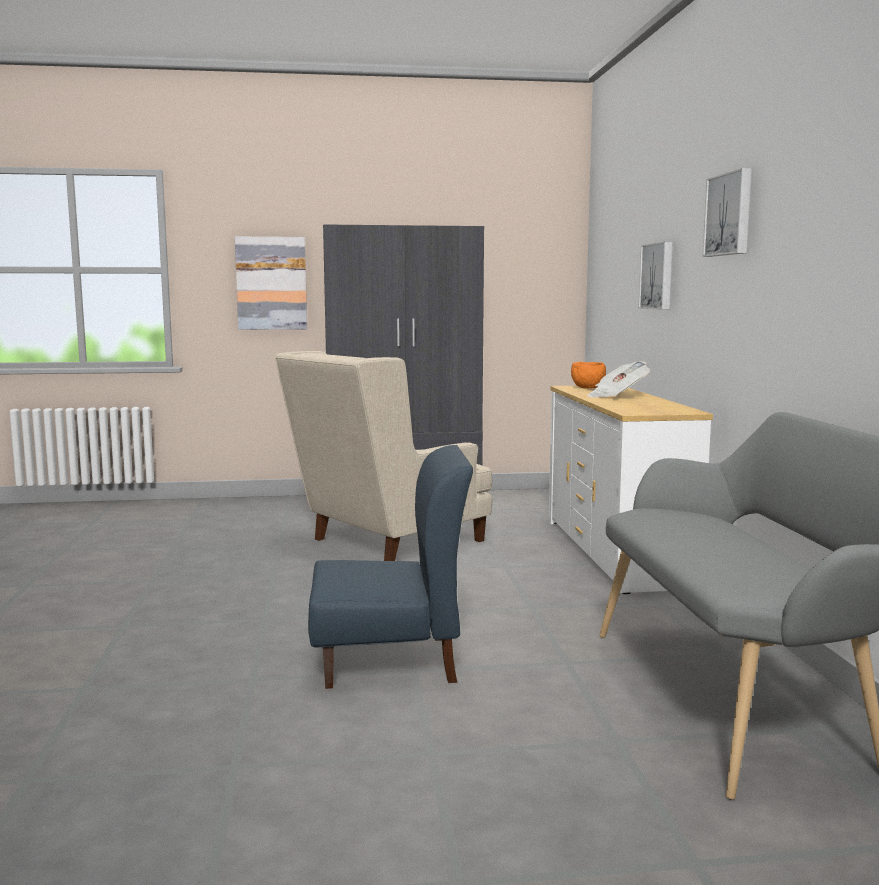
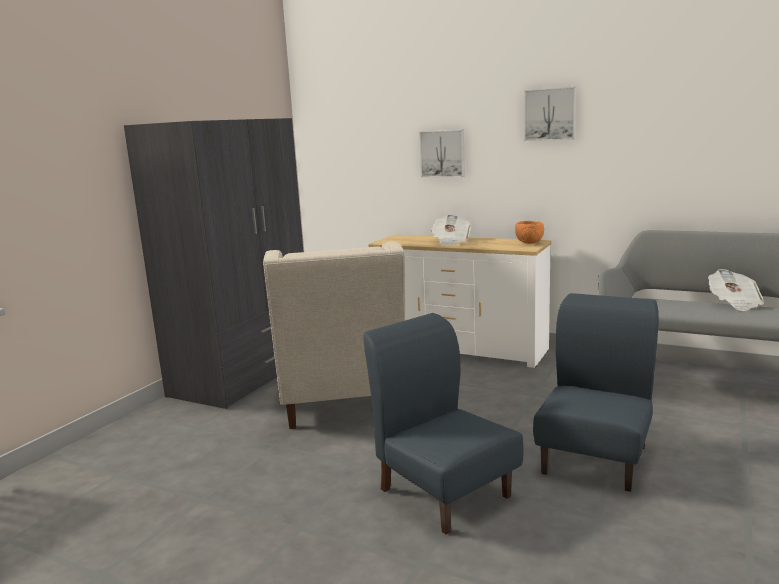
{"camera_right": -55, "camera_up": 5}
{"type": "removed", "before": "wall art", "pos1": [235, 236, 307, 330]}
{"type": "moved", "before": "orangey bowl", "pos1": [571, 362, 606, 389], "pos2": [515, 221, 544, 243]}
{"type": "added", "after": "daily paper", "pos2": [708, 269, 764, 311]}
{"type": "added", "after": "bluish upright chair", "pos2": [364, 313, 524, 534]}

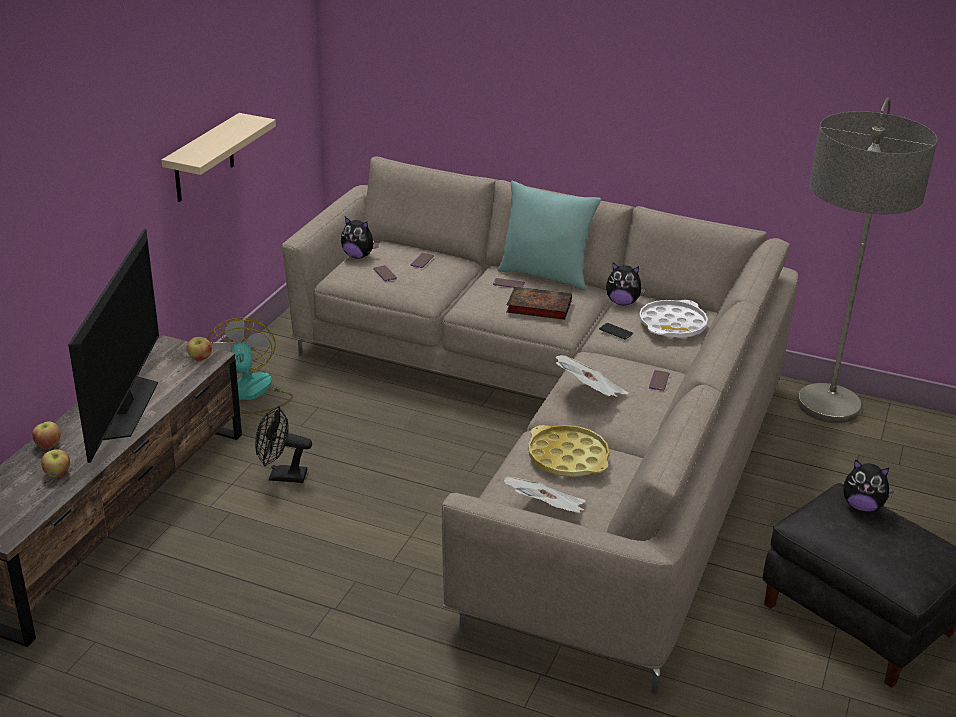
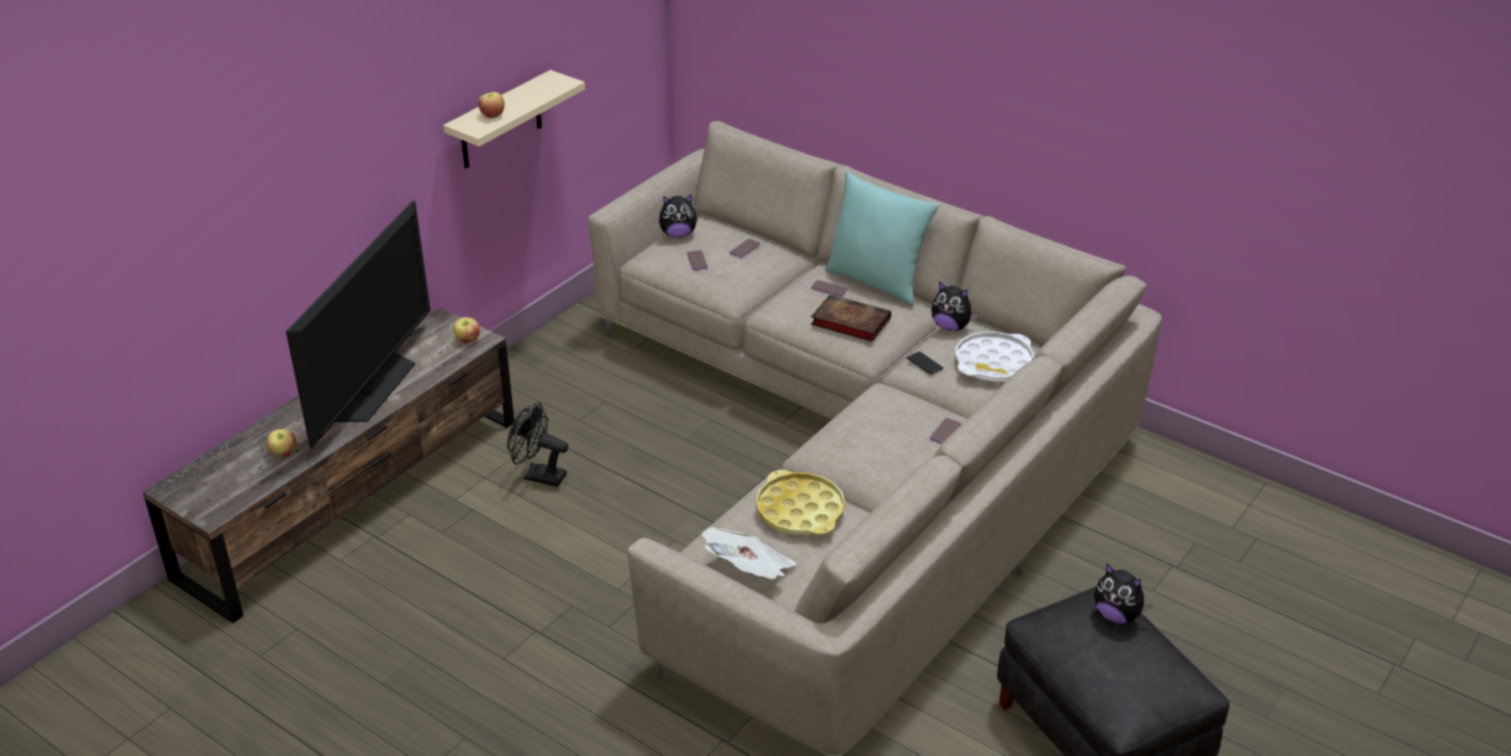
{"camera_right": 15, "camera_up": 5}
{"type": "removed", "before": "standing lamp", "pos1": [798, 97, 938, 423]}
{"type": "turned", "before": "cuddly toy", "pos1": [341, 217, 379, 259], "pos2": [659, 194, 699, 238], "turn": -45}
{"type": "removed", "before": "fan", "pos1": [207, 318, 293, 414]}
{"type": "removed", "before": "daily paper", "pos1": [556, 355, 629, 397]}
{"type": "moved", "before": "apple", "pos1": [32, 421, 61, 449], "pos2": [478, 92, 505, 118]}

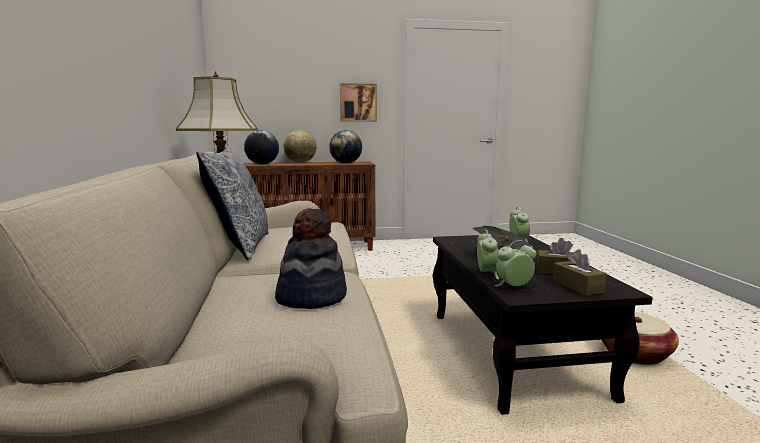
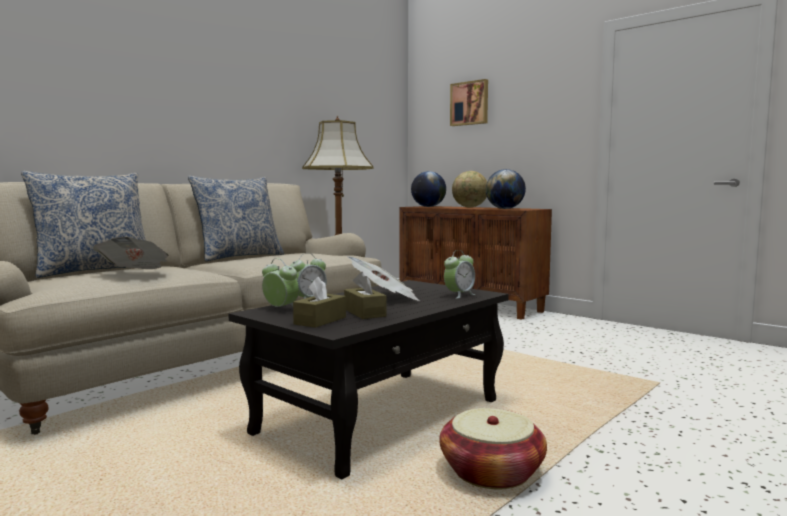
{"camera_right": 50, "camera_up": -5}
{"type": "moved", "before": "wall art", "pos1": [340, 83, 377, 122], "pos2": [450, 79, 488, 126]}
{"type": "replaced", "before": "clothing hat", "after": "daily paper", "pos1": [275, 208, 347, 309], "pos2": [93, 237, 168, 269]}
{"type": "added", "after": "cushion", "pos2": [21, 171, 146, 278]}

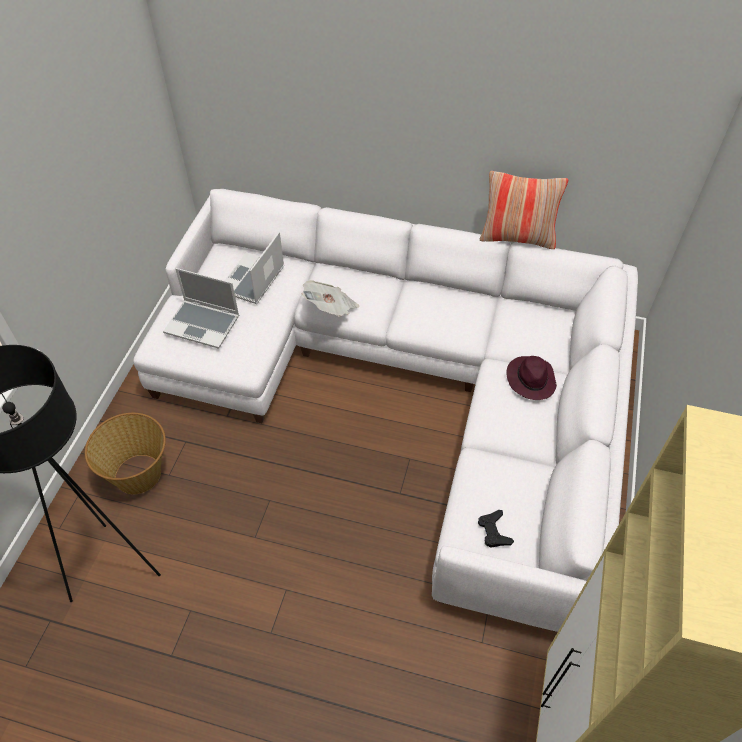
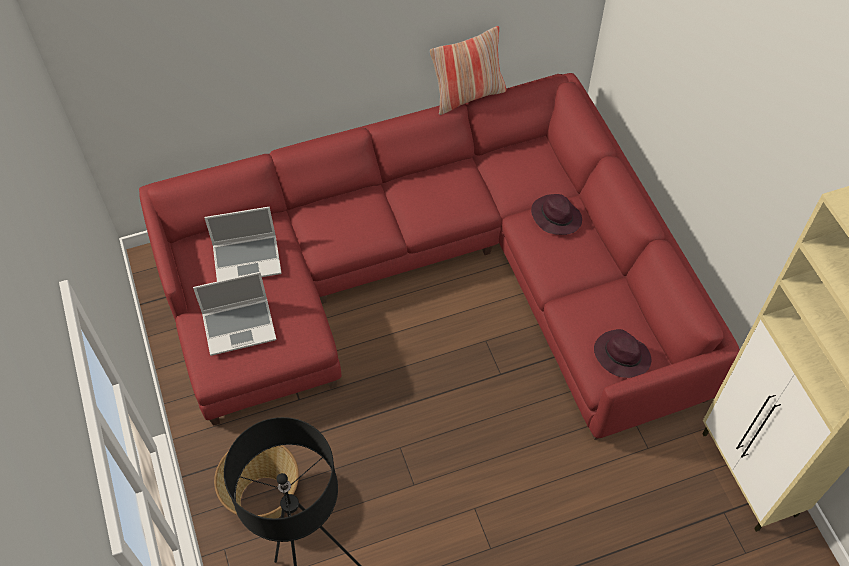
{"camera_right": -35, "camera_up": 5}
{"type": "recoloured", "before": "white-coloured settee", "after": "red-coloured settee", "pos1": [133, 189, 638, 632], "pos2": [139, 73, 740, 440]}
{"type": "turned", "before": "portable computer", "pos1": [224, 232, 284, 304], "pos2": [204, 207, 282, 281], "turn": -90}
{"type": "removed", "before": "daily paper", "pos1": [301, 280, 359, 317]}
{"type": "replaced", "before": "black game controller", "after": "purple-coloured clothing hat", "pos1": [478, 510, 514, 548], "pos2": [594, 329, 651, 378]}

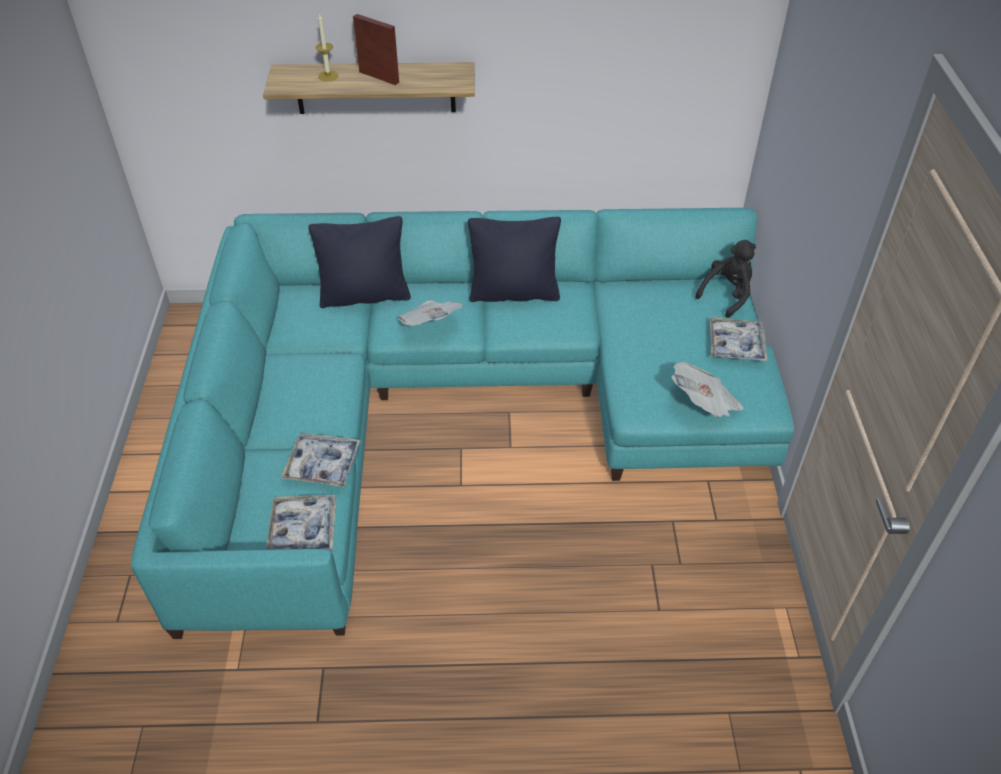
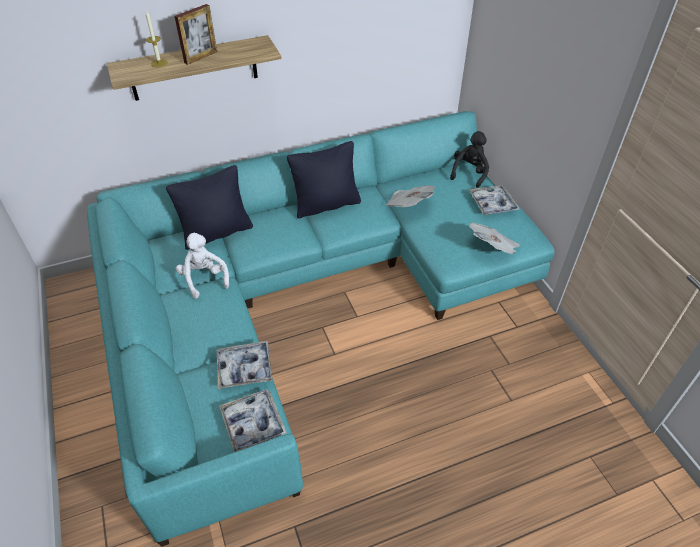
{"camera_right": -20, "camera_up": 0}
{"type": "turned", "before": "photo frame", "pos1": [353, 14, 399, 85], "pos2": [175, 4, 217, 65], "turn": 120}
{"type": "moved", "before": "daily paper", "pos1": [398, 300, 463, 326], "pos2": [385, 185, 436, 207]}
{"type": "added", "after": "white-coloured cuddly toy", "pos2": [176, 232, 229, 299]}

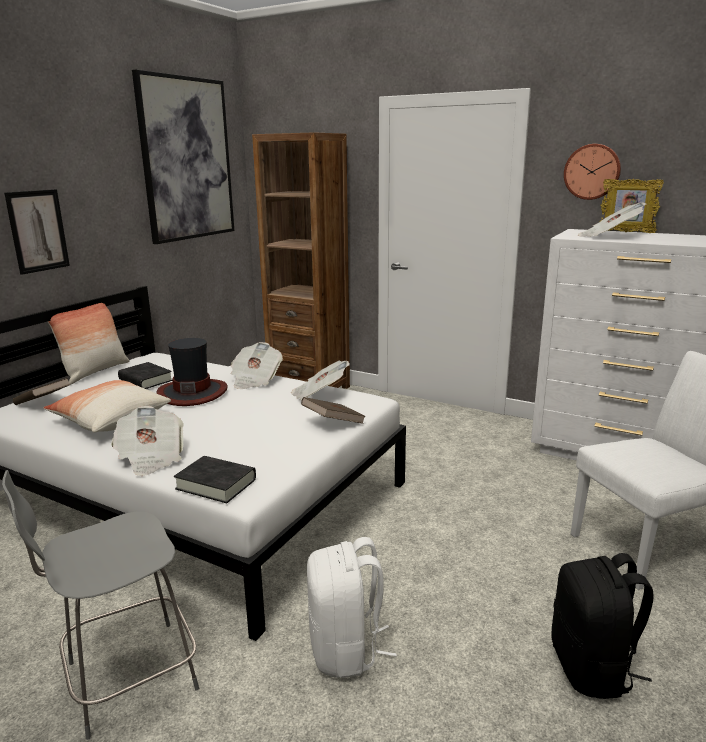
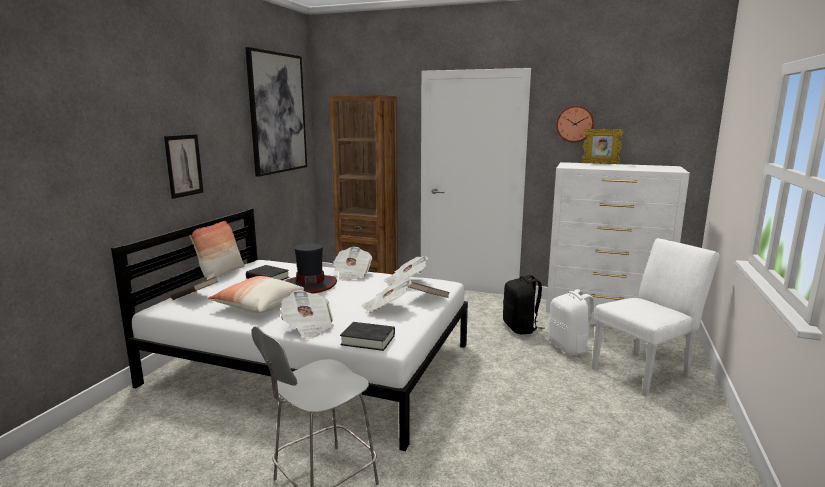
{"camera_right": -10, "camera_up": -5}
{"type": "moved", "before": "daily paper", "pos1": [577, 203, 647, 237], "pos2": [362, 280, 412, 313]}
{"type": "moved", "before": "white-coloured knapsack", "pos1": [307, 537, 397, 678], "pos2": [548, 289, 595, 356]}
{"type": "moved", "before": "black knapsack", "pos1": [551, 553, 654, 699], "pos2": [503, 275, 545, 334]}

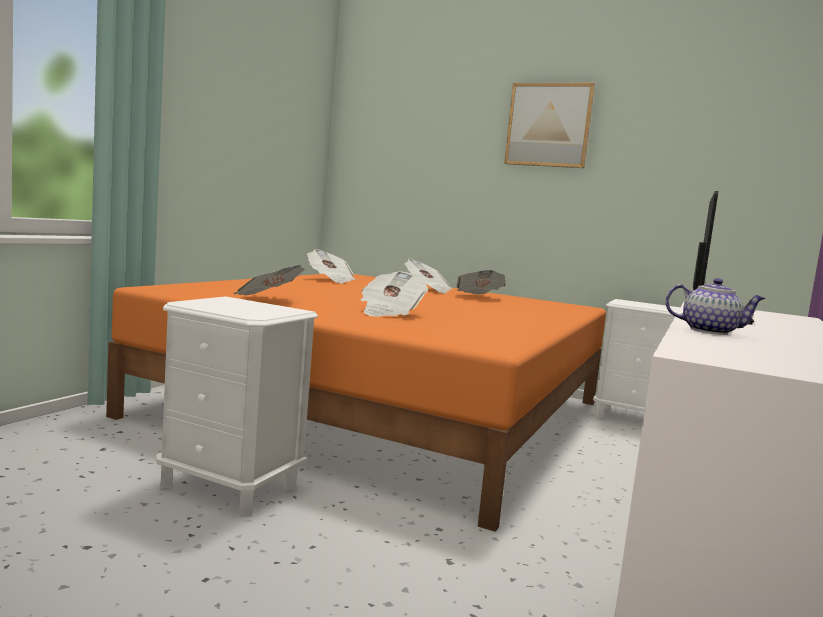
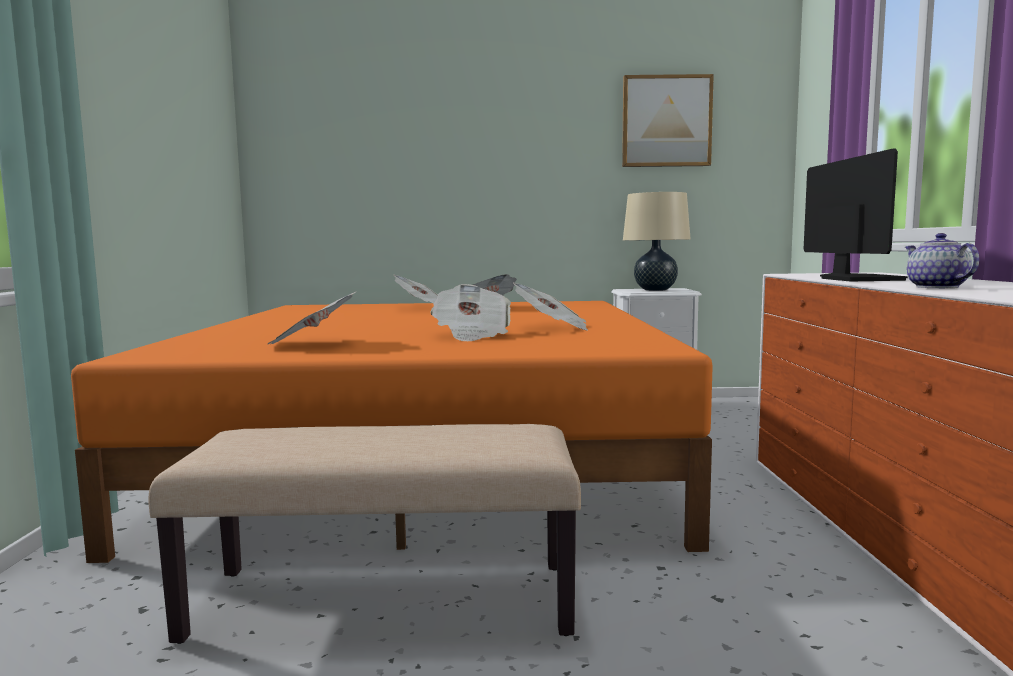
{"camera_right": -25, "camera_up": 0}
{"type": "moved", "before": "wall art", "pos1": [504, 83, 595, 168], "pos2": [622, 74, 714, 167]}
{"type": "moved", "before": "daily paper", "pos1": [307, 249, 355, 284], "pos2": [513, 283, 588, 331]}
{"type": "turned", "before": "teapot", "pos1": [665, 278, 766, 335], "pos2": [905, 233, 979, 288], "turn": -90}
{"type": "replaced", "before": "white-coloured bedside table", "after": "beige long seat", "pos1": [156, 296, 318, 516], "pos2": [149, 424, 581, 644]}
{"type": "added", "after": "beige lamp for a table", "pos2": [623, 192, 691, 291]}

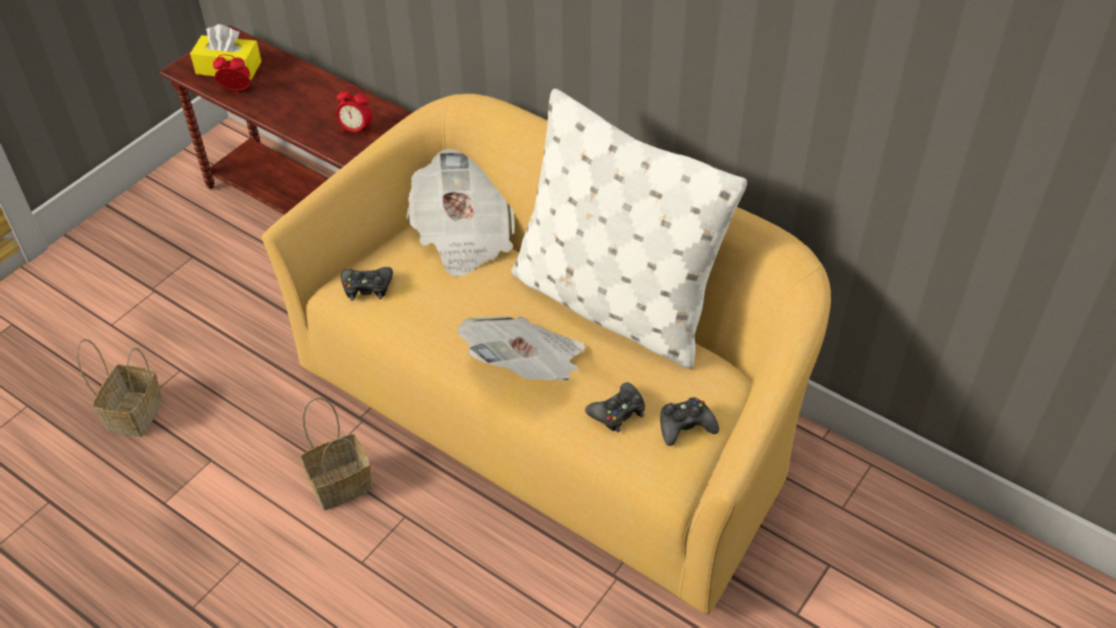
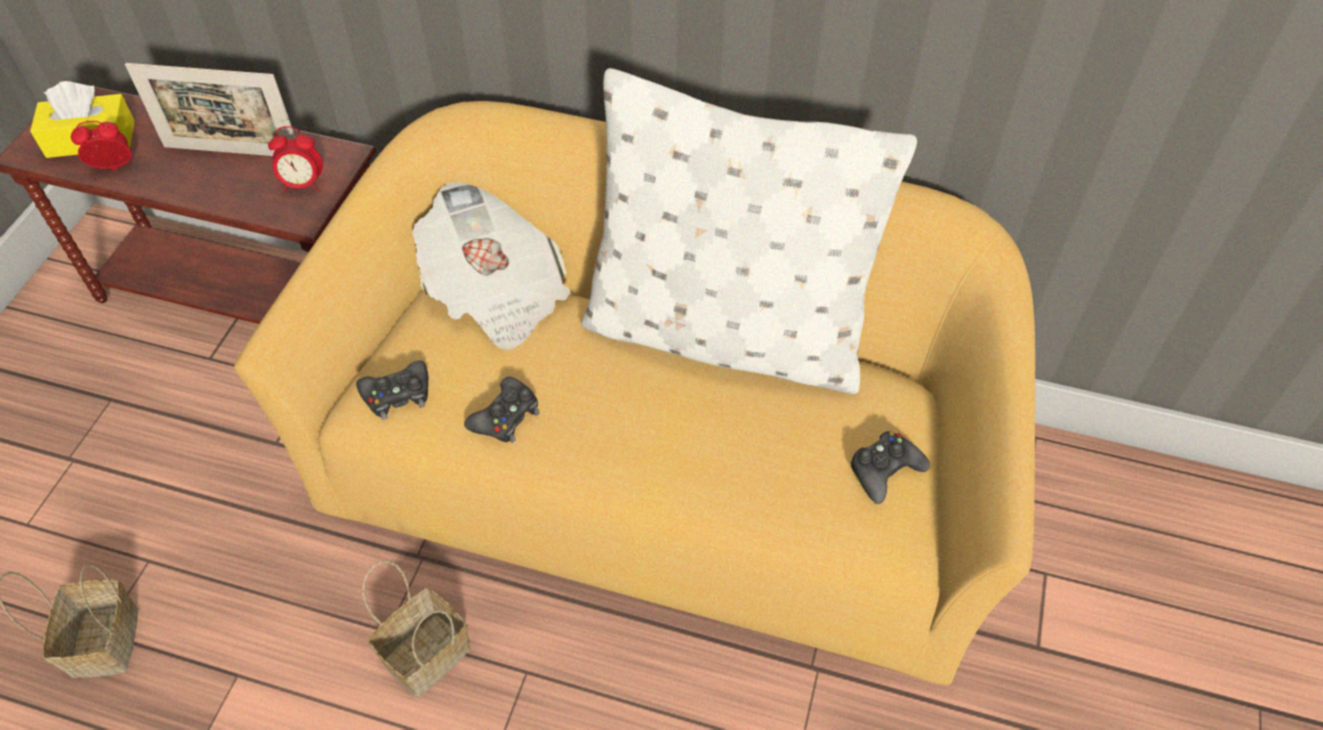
{"camera_right": -20, "camera_up": 5}
{"type": "removed", "before": "daily paper", "pos1": [458, 316, 586, 381]}
{"type": "moved", "before": "black game controller", "pos1": [585, 382, 645, 432], "pos2": [464, 376, 540, 443]}
{"type": "added", "after": "photo frame", "pos2": [125, 63, 295, 156]}

